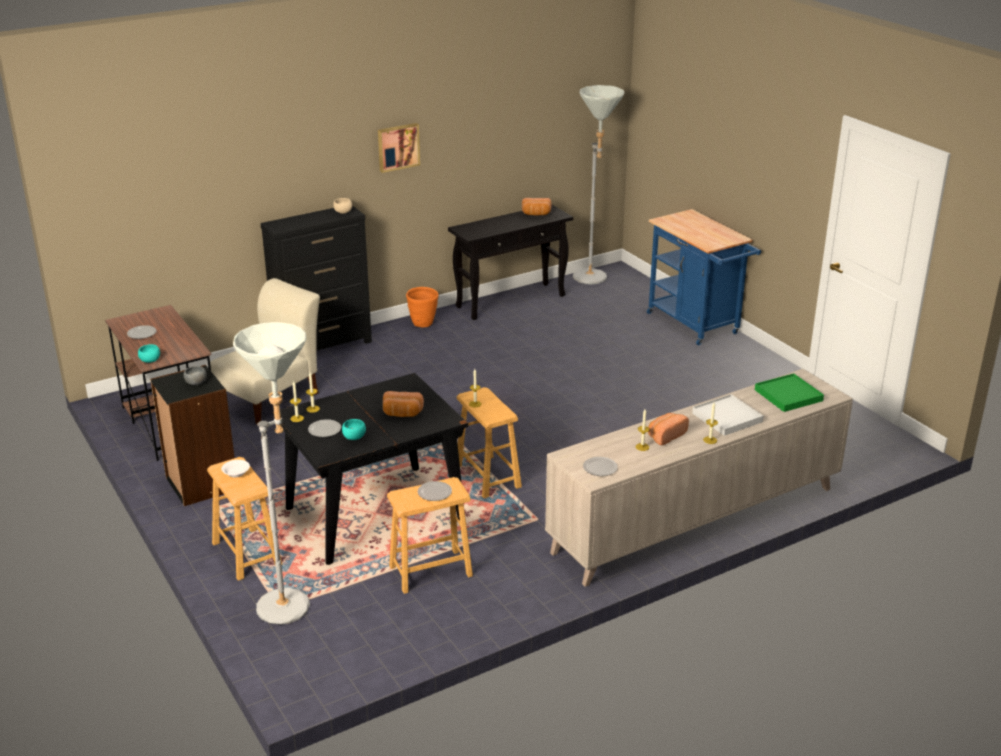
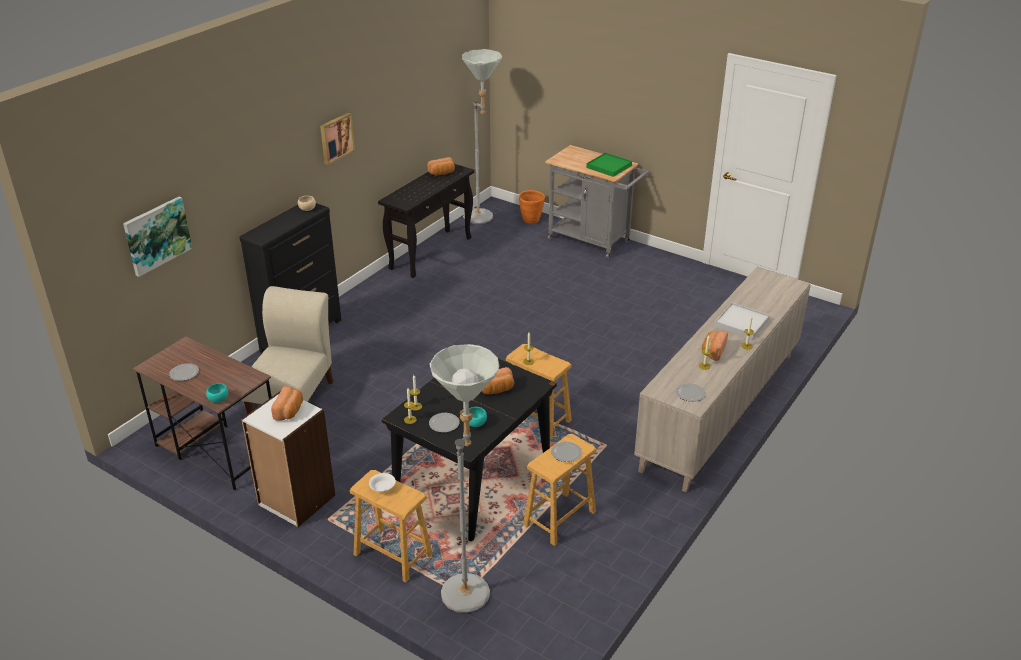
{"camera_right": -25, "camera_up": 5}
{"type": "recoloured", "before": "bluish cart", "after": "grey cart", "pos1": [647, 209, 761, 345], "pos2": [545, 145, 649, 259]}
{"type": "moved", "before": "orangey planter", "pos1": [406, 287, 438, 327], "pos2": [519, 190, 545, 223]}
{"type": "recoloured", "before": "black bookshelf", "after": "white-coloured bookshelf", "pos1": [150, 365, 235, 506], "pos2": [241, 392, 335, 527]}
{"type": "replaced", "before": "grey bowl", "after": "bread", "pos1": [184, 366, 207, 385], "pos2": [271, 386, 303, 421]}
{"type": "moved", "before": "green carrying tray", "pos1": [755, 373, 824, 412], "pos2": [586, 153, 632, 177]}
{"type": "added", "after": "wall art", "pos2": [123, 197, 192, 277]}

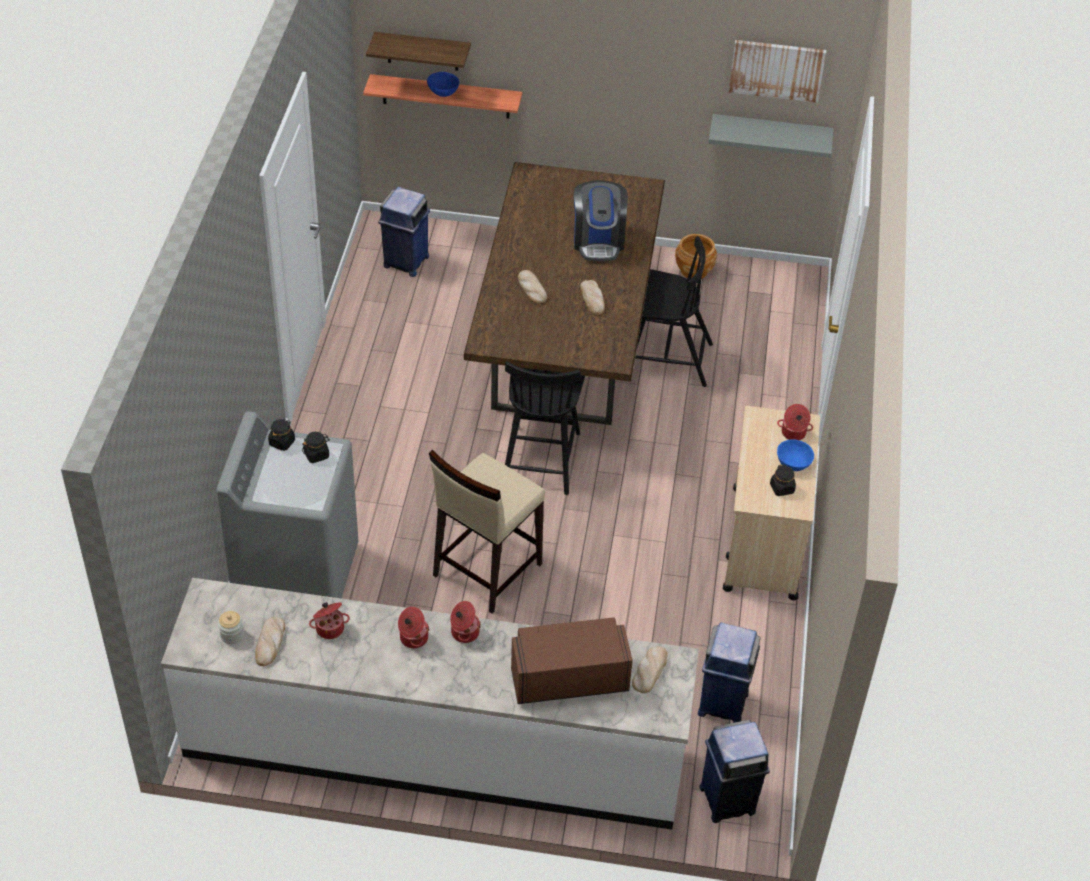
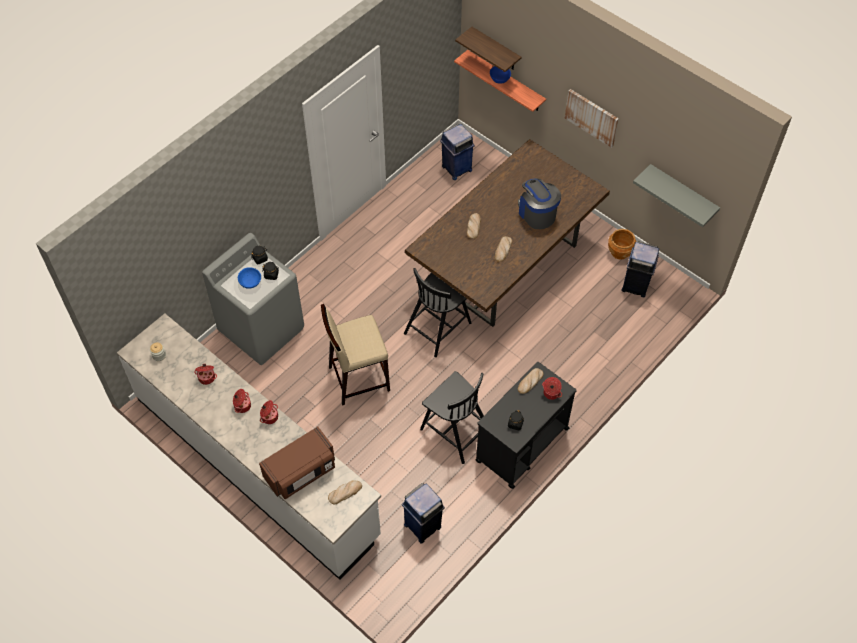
{"camera_right": 35, "camera_up": 10}
{"type": "moved", "before": "wall art", "pos1": [729, 40, 826, 103], "pos2": [565, 89, 619, 148]}
{"type": "turned", "before": "coffee brewer", "pos1": [574, 180, 628, 261], "pos2": [518, 178, 561, 229], "turn": 120}
{"type": "moved", "before": "black upright chair", "pos1": [635, 236, 713, 387], "pos2": [420, 371, 484, 464]}
{"type": "recoloured", "before": "beige cart", "after": "black cart", "pos1": [723, 406, 820, 600], "pos2": [475, 362, 577, 489]}
{"type": "moved", "before": "bluish bowl", "pos1": [777, 439, 814, 471], "pos2": [238, 267, 261, 289]}
{"type": "moved", "before": "bread", "pos1": [255, 617, 285, 666], "pos2": [518, 368, 544, 394]}
{"type": "turned", "before": "brown microwave oven", "pos1": [511, 617, 633, 704], "pos2": [259, 427, 335, 499], "turn": 120}
{"type": "moved", "before": "bluish waste bin", "pos1": [700, 720, 770, 823], "pos2": [621, 241, 659, 297]}

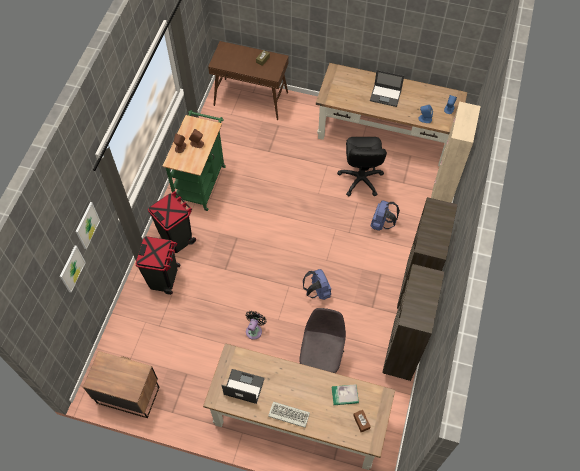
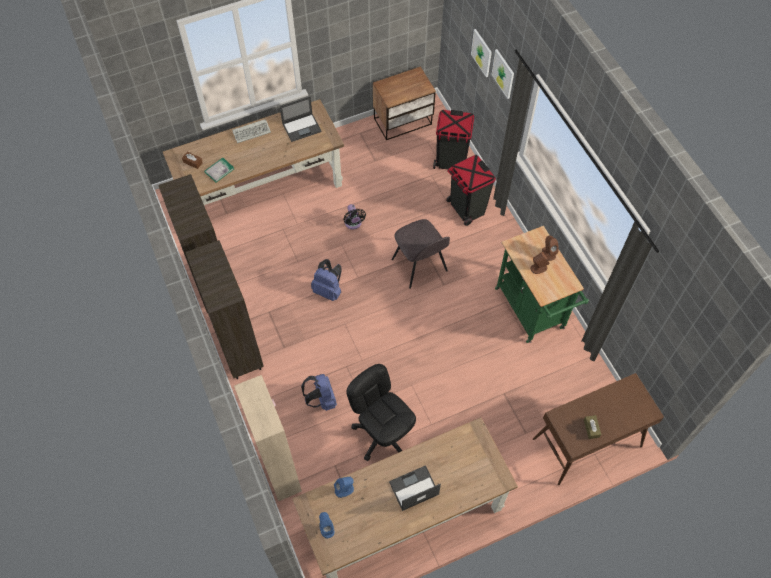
{"camera_right": 140, "camera_up": 0}
{"type": "moved", "before": "black waste bin", "pos1": [148, 191, 196, 253], "pos2": [433, 110, 474, 170]}
{"type": "moved", "before": "grey upright chair", "pos1": [299, 308, 346, 373], "pos2": [391, 219, 450, 289]}

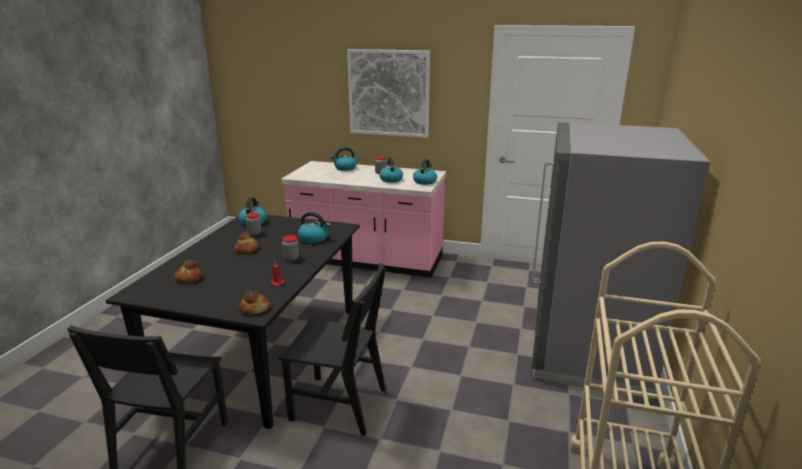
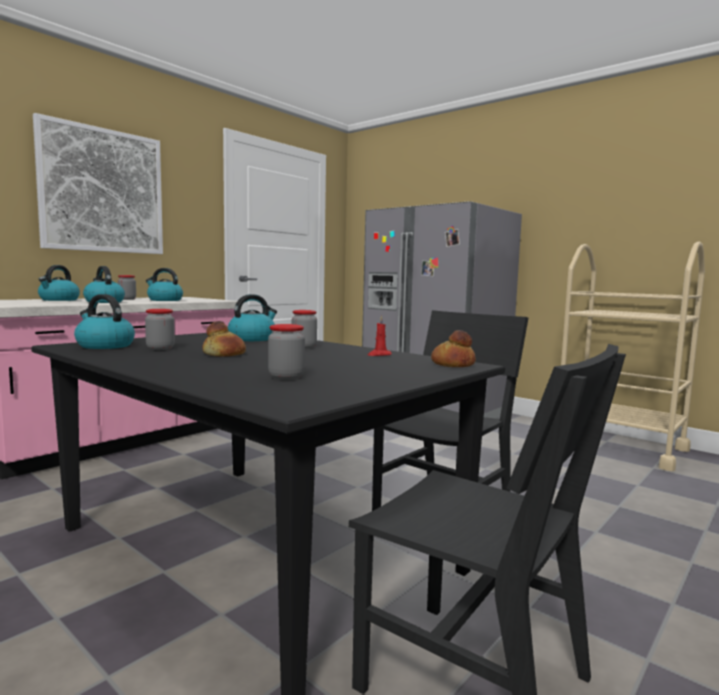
{"camera_right": -65, "camera_up": -15}
{"type": "moved", "before": "water kettle", "pos1": [413, 159, 437, 185], "pos2": [83, 266, 125, 303]}
{"type": "replaced", "before": "bread", "after": "storage jar", "pos1": [174, 260, 202, 283], "pos2": [268, 324, 305, 380]}

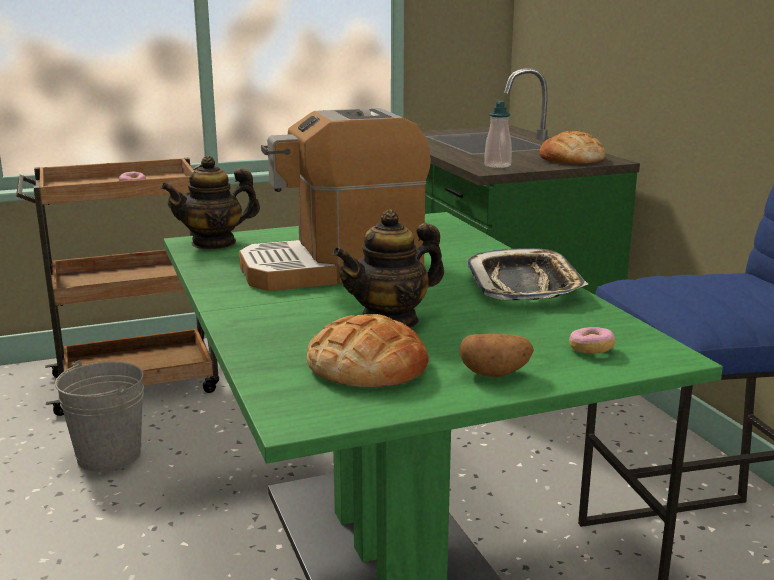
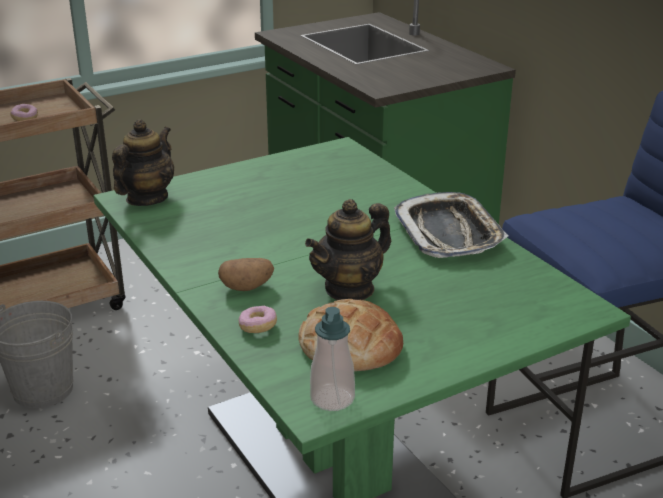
{"camera_right": -10, "camera_up": 10}
{"type": "moved", "before": "liquid soap bottle", "pos1": [484, 101, 512, 168], "pos2": [310, 307, 355, 411]}
{"type": "removed", "before": "coffee brewer", "pos1": [239, 108, 431, 291]}
{"type": "removed", "before": "bread", "pos1": [539, 131, 605, 164]}
{"type": "turned", "before": "teapot", "pos1": [161, 156, 260, 249], "pos2": [112, 119, 174, 206], "turn": 150}
{"type": "moved", "before": "donut", "pos1": [569, 327, 615, 353], "pos2": [239, 306, 277, 333]}
{"type": "moved", "before": "spud", "pos1": [459, 334, 534, 377], "pos2": [218, 258, 274, 291]}

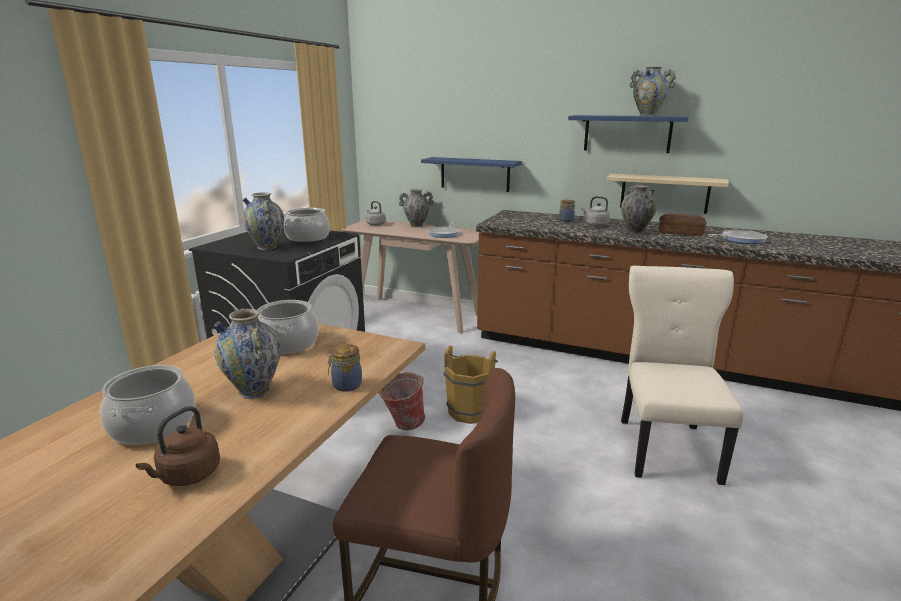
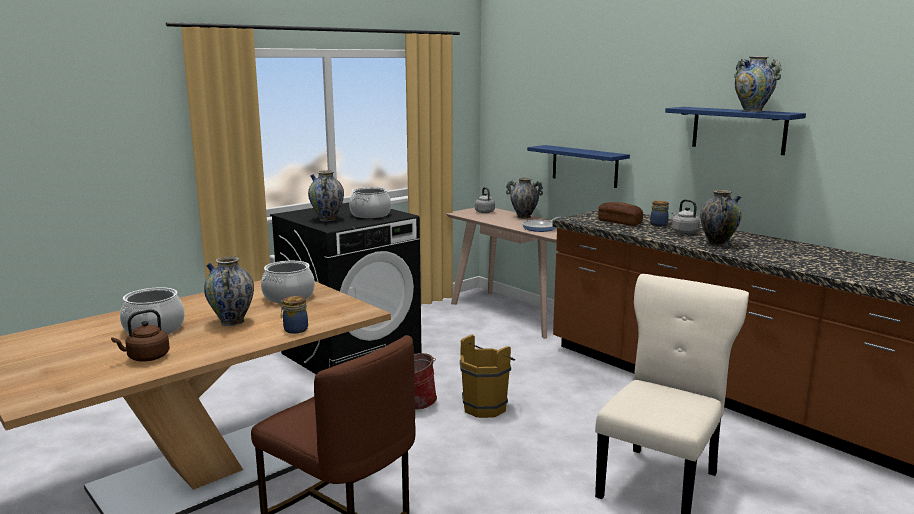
{"camera_right": 25, "camera_up": -5}
{"type": "removed", "before": "beige shelf", "pos1": [606, 173, 729, 214]}
{"type": "moved", "before": "bread", "pos1": [659, 214, 707, 236], "pos2": [598, 202, 643, 226]}
{"type": "removed", "before": "frying pan", "pos1": [708, 230, 768, 244]}

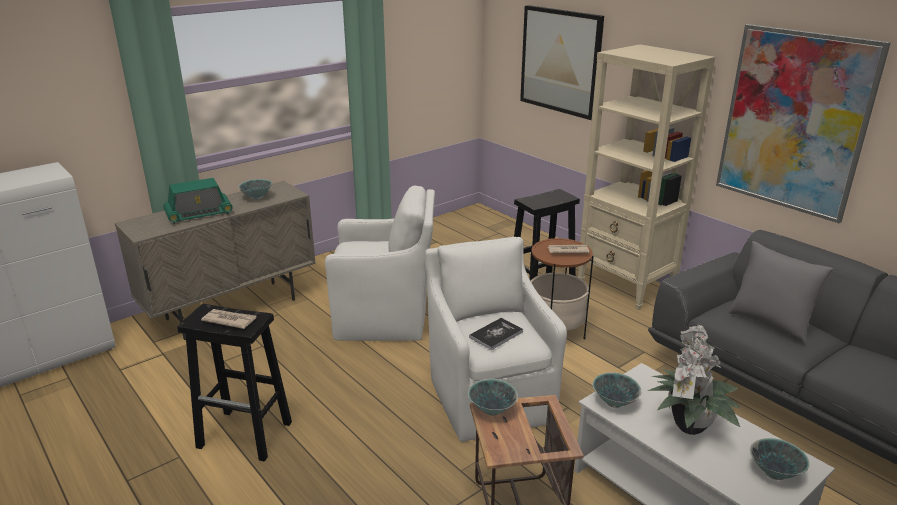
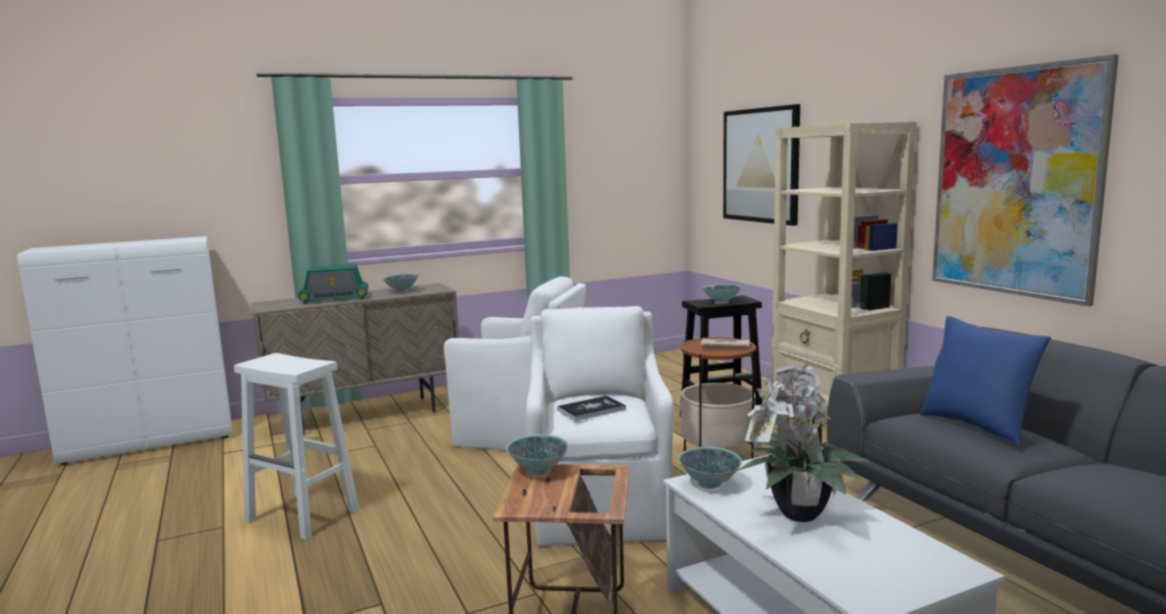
{"camera_right": 15, "camera_up": -15}
{"type": "recoloured", "before": "grey cushion", "after": "bluish cushion", "pos1": [728, 241, 833, 343], "pos2": [920, 316, 1051, 446]}
{"type": "recoloured", "before": "black stool", "after": "white-coloured stool", "pos1": [177, 304, 292, 462], "pos2": [234, 353, 359, 540]}
{"type": "removed", "before": "daily paper", "pos1": [201, 309, 256, 329]}
{"type": "moved", "before": "bowl", "pos1": [750, 438, 810, 480], "pos2": [702, 284, 742, 304]}

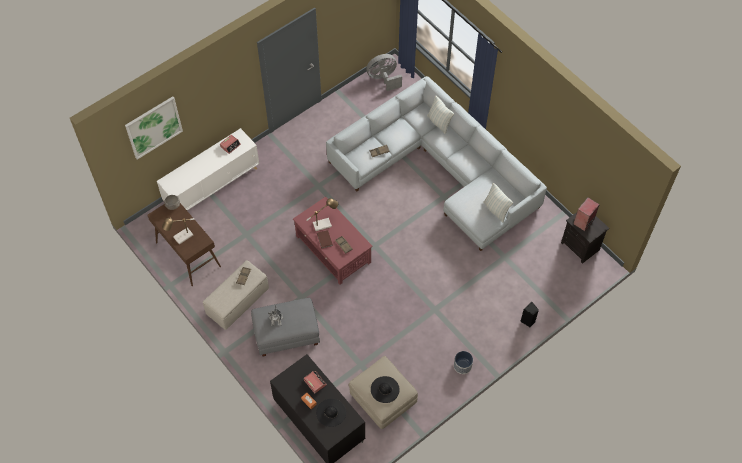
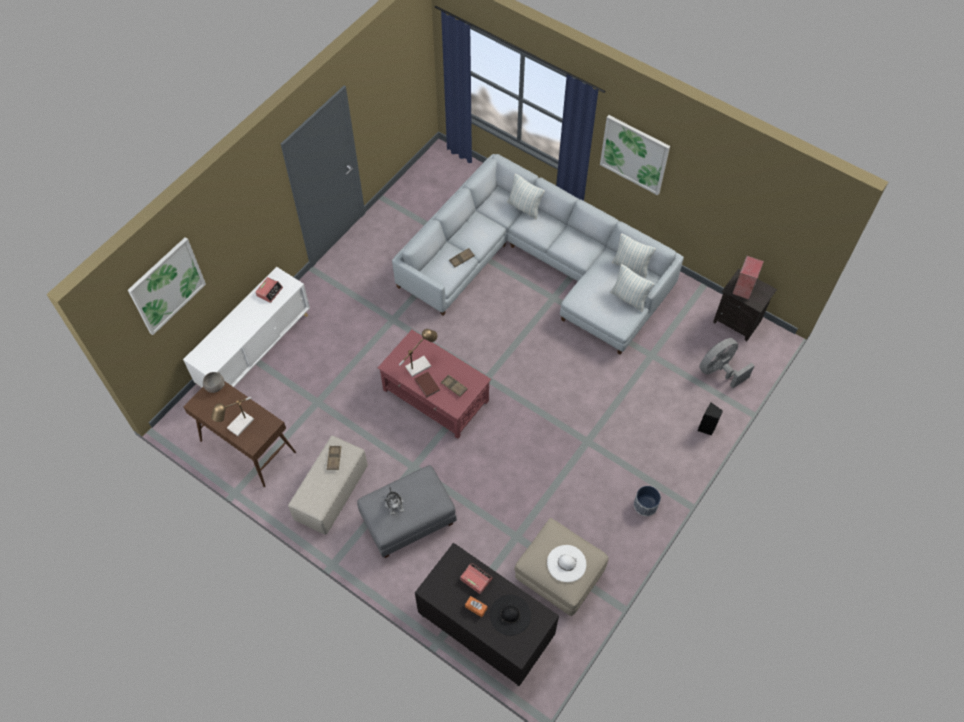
{"camera_right": -15, "camera_up": 0}
{"type": "moved", "before": "grey fan", "pos1": [366, 54, 402, 91], "pos2": [699, 338, 755, 388]}
{"type": "recoloured", "before": "black clothing hat", "after": "white-coloured clothing hat", "pos1": [371, 376, 400, 403], "pos2": [547, 545, 586, 582]}
{"type": "added", "after": "wall art", "pos2": [600, 115, 670, 195]}
{"type": "added", "after": "cushion", "pos2": [612, 233, 656, 278]}

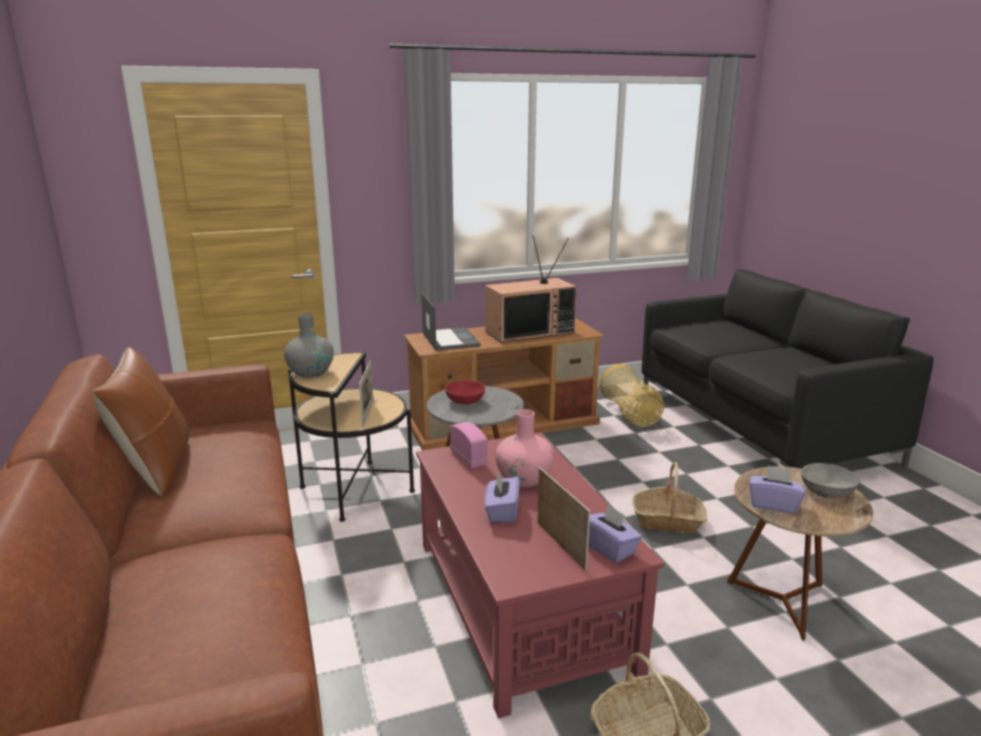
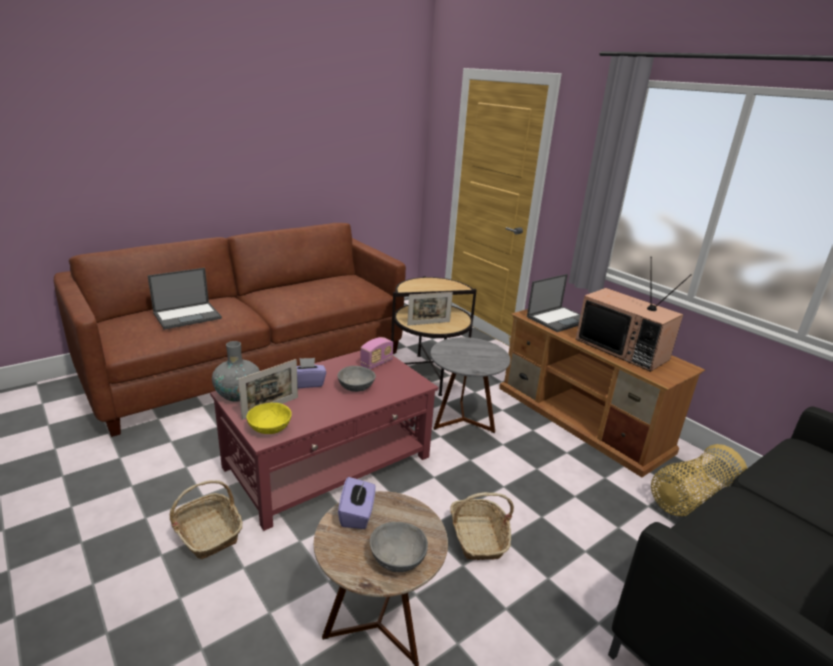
{"camera_right": 70, "camera_up": 5}
{"type": "moved", "before": "grey flower vase", "pos1": [284, 313, 334, 378], "pos2": [212, 341, 260, 402]}
{"type": "removed", "before": "brown cushion", "pos1": [93, 347, 190, 497]}
{"type": "removed", "before": "red-coloured bowl", "pos1": [445, 380, 486, 404]}
{"type": "replaced", "before": "pink-coloured flower vase", "after": "grey bowl", "pos1": [496, 409, 554, 487], "pos2": [337, 366, 376, 392]}
{"type": "replaced", "before": "purple-coloured box of tissues", "after": "yellowish bowl", "pos1": [588, 505, 642, 563], "pos2": [246, 403, 292, 434]}
{"type": "added", "after": "portable computer", "pos2": [147, 268, 222, 330]}

